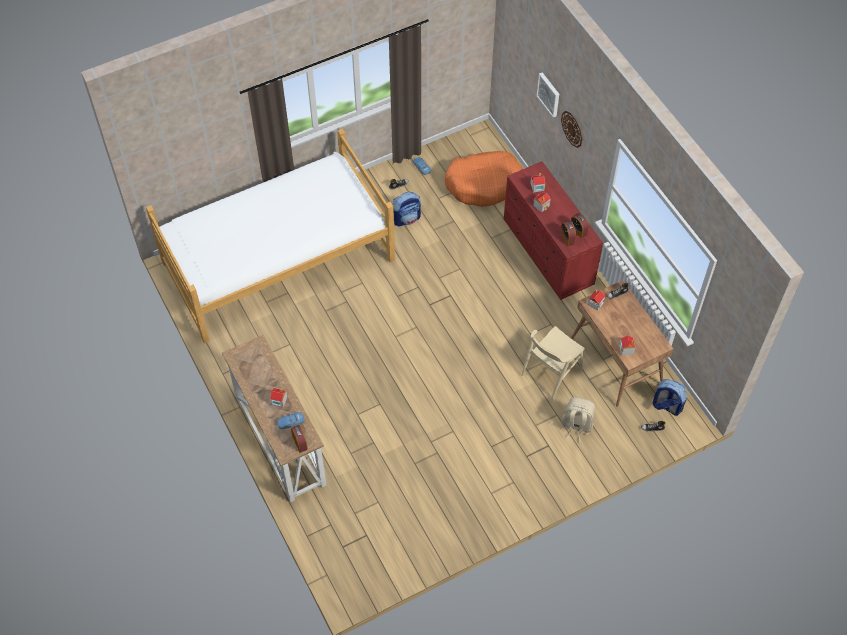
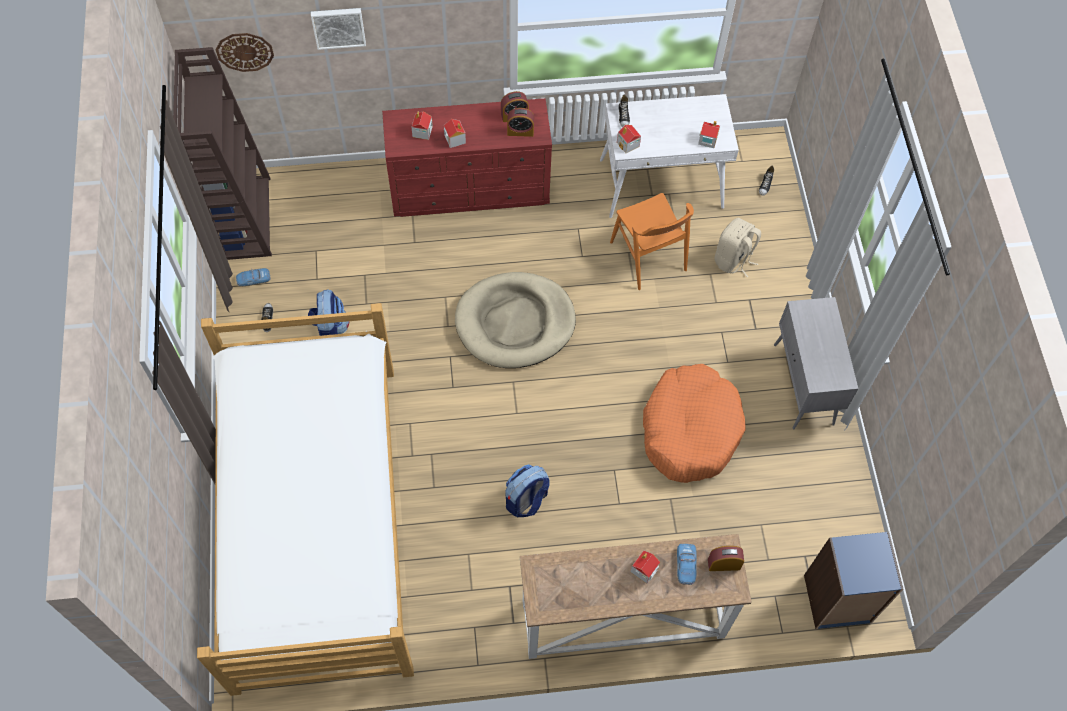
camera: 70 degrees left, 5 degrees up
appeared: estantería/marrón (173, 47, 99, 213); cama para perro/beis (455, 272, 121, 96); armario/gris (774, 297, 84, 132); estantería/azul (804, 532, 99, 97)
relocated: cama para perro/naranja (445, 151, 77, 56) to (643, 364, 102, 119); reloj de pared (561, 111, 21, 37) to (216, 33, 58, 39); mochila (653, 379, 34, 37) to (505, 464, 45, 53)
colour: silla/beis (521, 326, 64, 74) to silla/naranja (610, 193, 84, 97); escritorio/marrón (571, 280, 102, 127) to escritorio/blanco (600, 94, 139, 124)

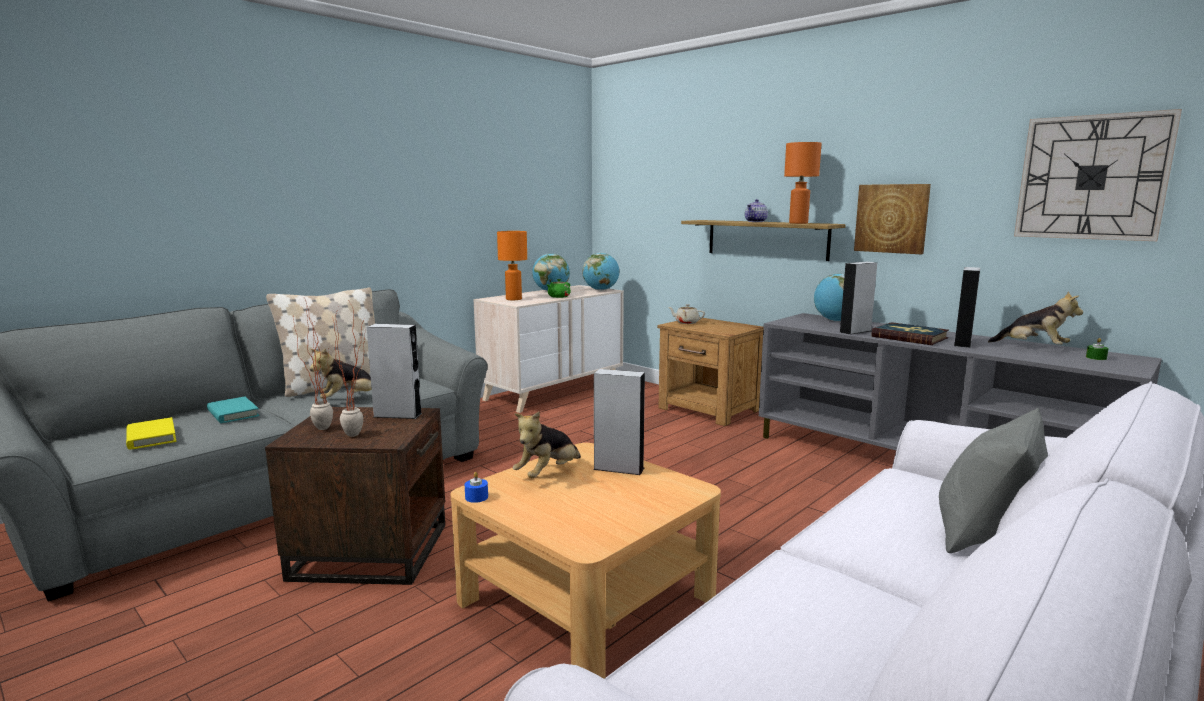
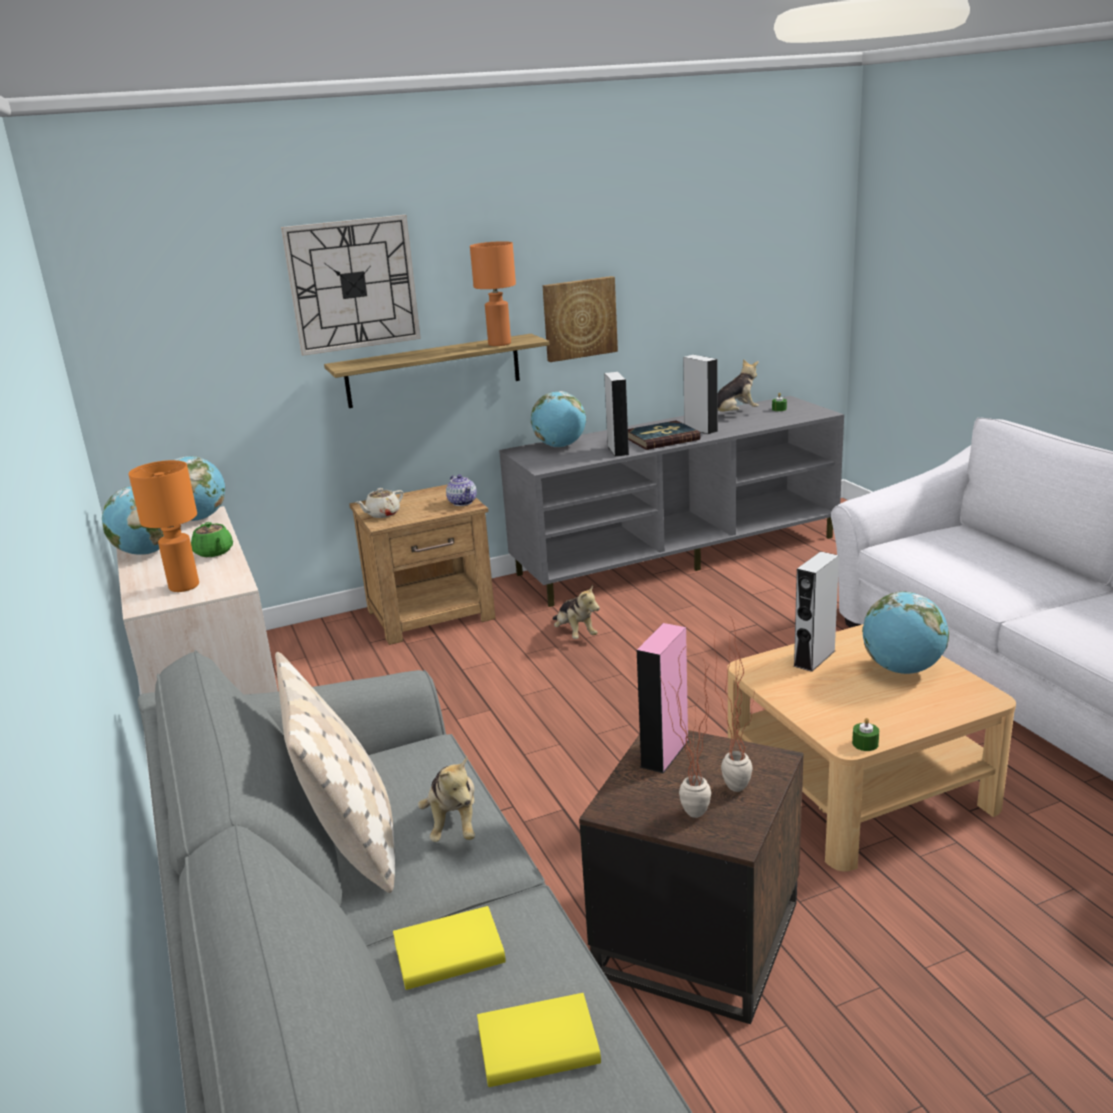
camera: 65 degrees left, 10 degrees up
missing: cojín/gris (939, 408, 109, 145)
appeared: globo terráqueo (862, 592, 87, 82)
relocated: peluche (513, 411, 68, 67) to (552, 585, 48, 54); tetera (745, 199, 23, 23) to (446, 475, 31, 31); reloj de pared (1014, 109, 168, 132) to (281, 215, 140, 141)
colour: libro/turquesa (207, 397, 53, 26) to libro/amarillo (393, 906, 113, 84); altavoz/gris (367, 324, 55, 95) to altavoz/rosa (637, 623, 52, 151); vela/azul (465, 472, 23, 31) to vela/verde (852, 718, 27, 33)

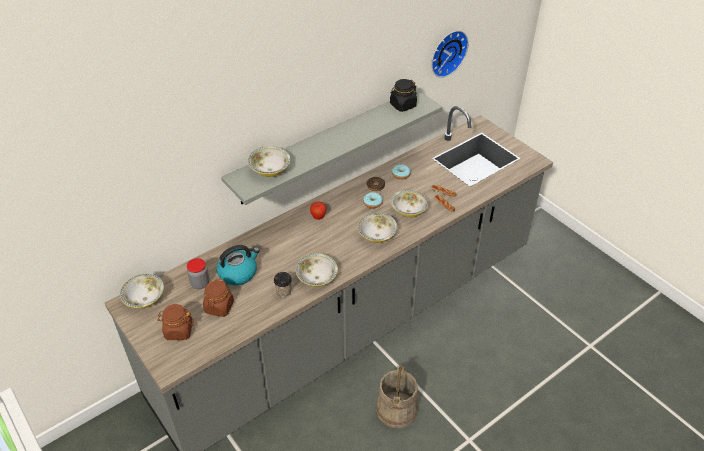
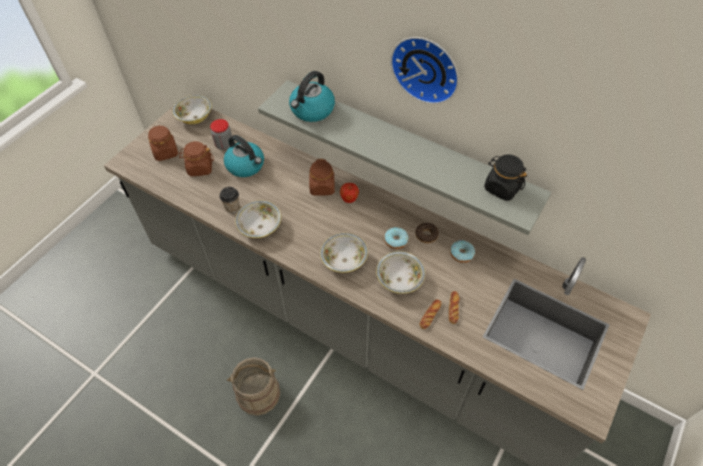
camera: 70 degrees right, 10 degrees up
appeared: tarro/marrón (309, 159, 26, 37)
relocated: reloj de pared (431, 30, 38, 48) to (390, 37, 69, 67)
exchanged: cuenco (248, 146, 42, 31) to hervidor (289, 71, 46, 51)

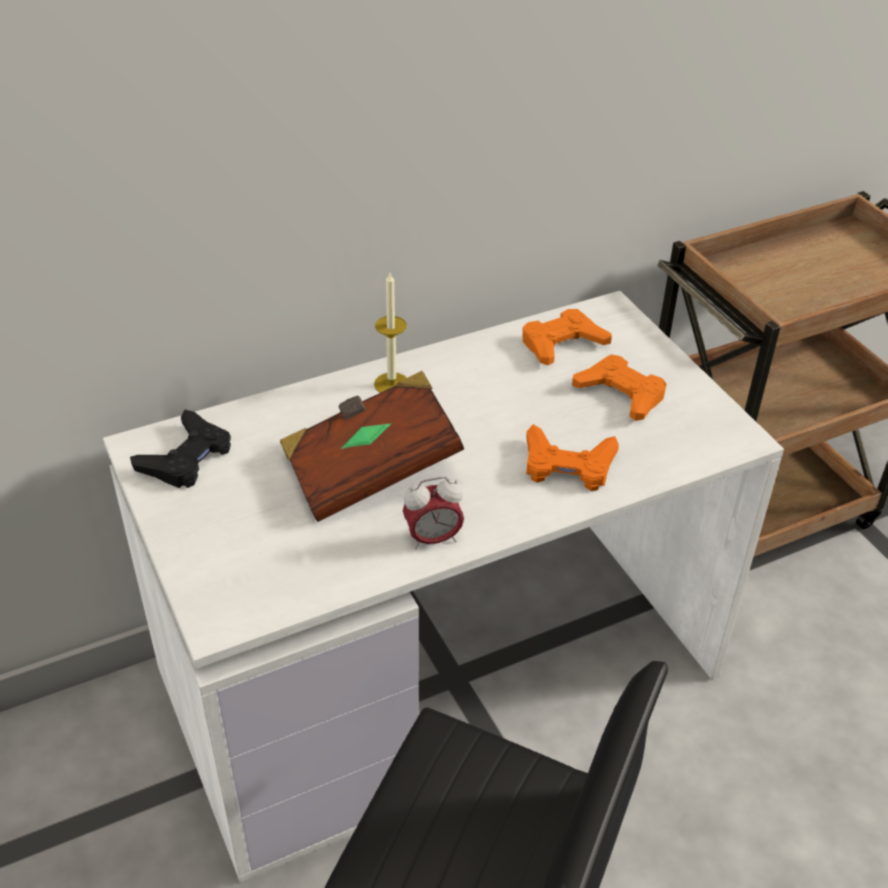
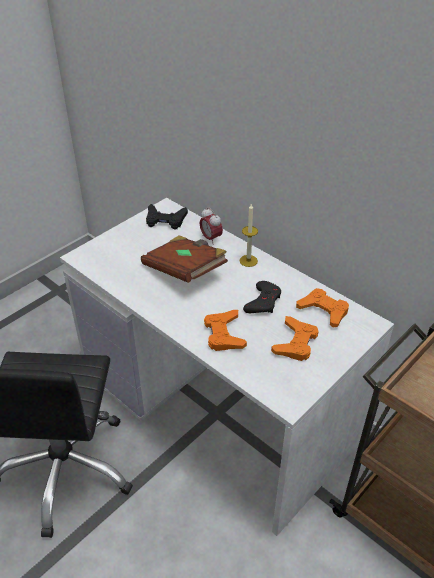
camera: 70 degrees right, 0 degrees up
appeared: mando de consola/negro (243, 281, 38, 32)
relocated: despertador (403, 477, 61, 73) to (200, 207, 23, 36)

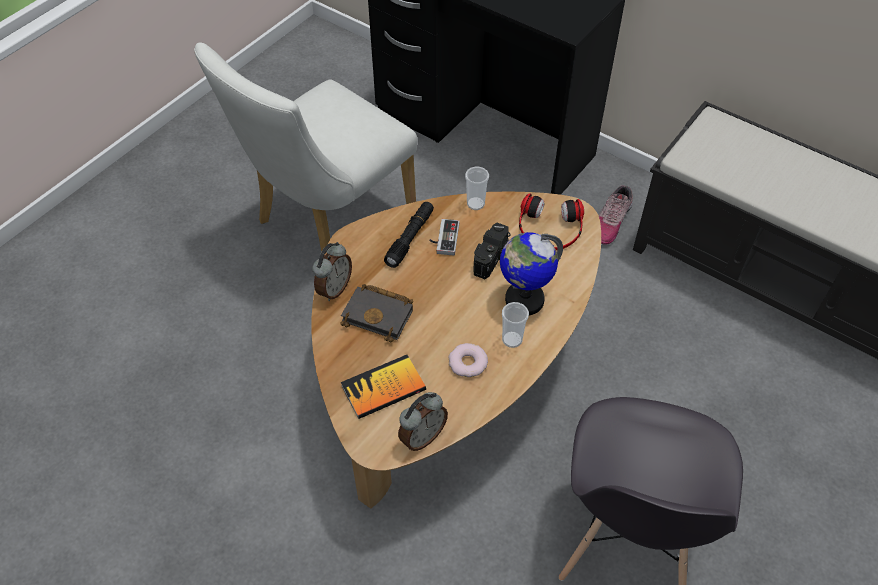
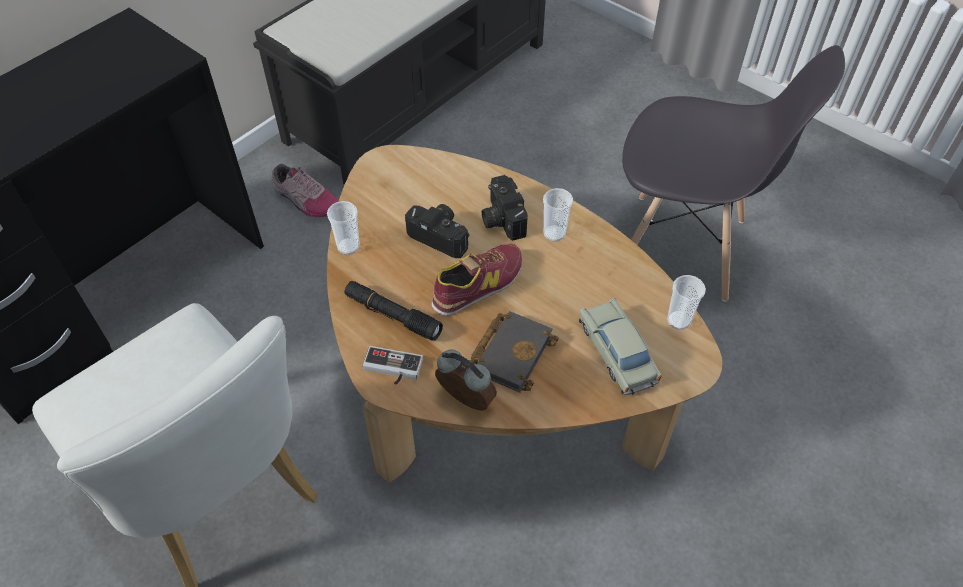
camera: 85 degrees left, 0 degrees up
missing: rosquilla (449, 343, 39, 34); auriculares (519, 193, 65, 57)
appeared: zapato (431, 244, 91, 73)
relocated: mando de consola (429, 219, 30, 37) to (363, 346, 60, 39)
exchanged: libro (341, 355, 85, 64) to coche de juguete/beis (579, 298, 83, 97); despertador (398, 392, 50, 59) to taza (667, 275, 39, 55); globo terráqueo (500, 232, 63, 83) to cámara (482, 175, 46, 66)

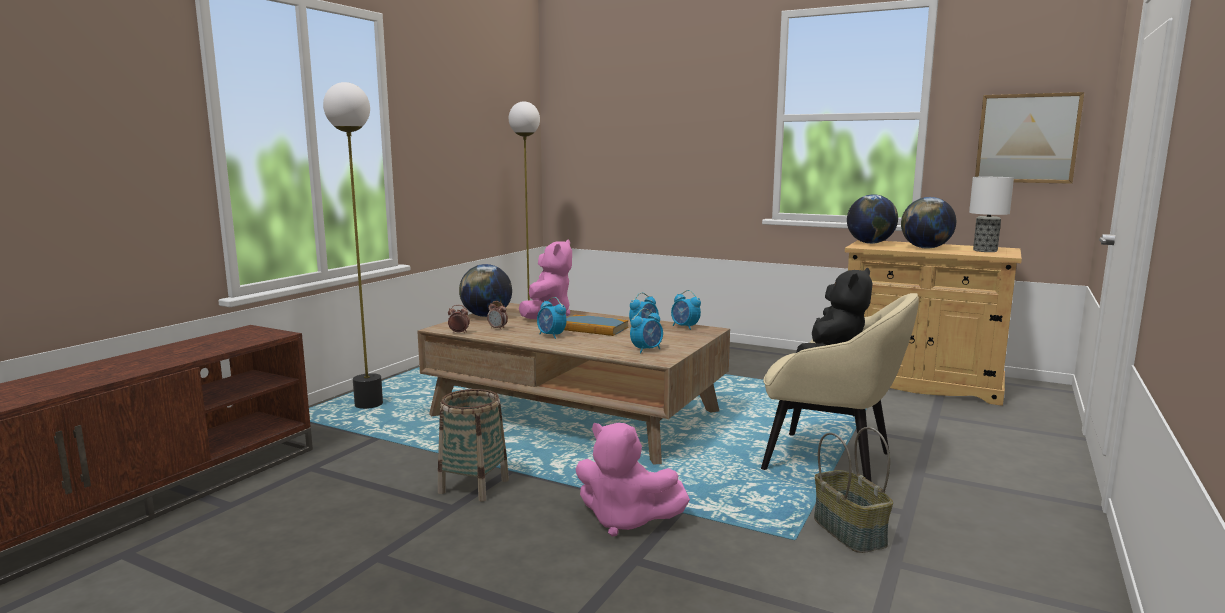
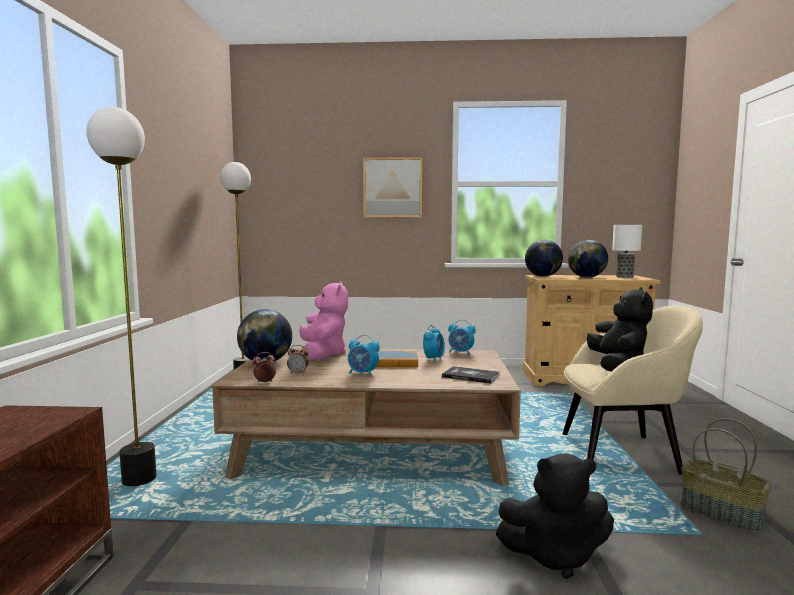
camera: 25 degrees left, 5 degrees down
missing: cesta (438, 389, 71, 113)
relocated: cuadro (975, 92, 109, 92) to (363, 157, 59, 61)
exchanged: despertador (630, 308, 33, 45) to libro (442, 366, 58, 18)
colour: peluche/rosa (576, 423, 114, 114) to peluche/negro (496, 453, 118, 126)

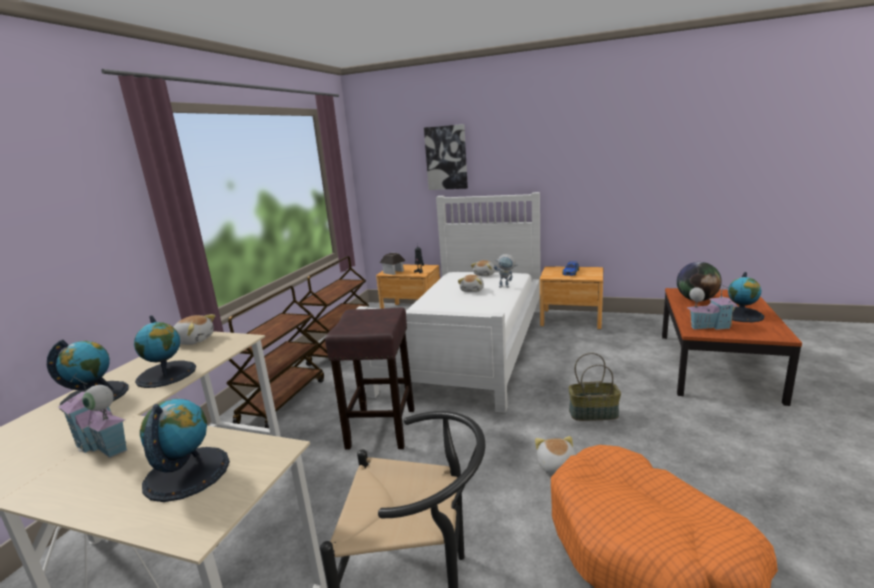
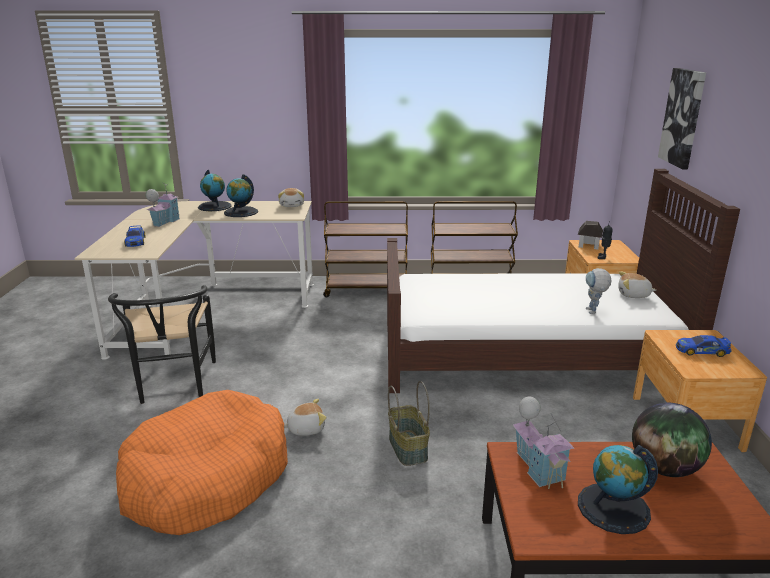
camera: 70 degrees right, 5 degrees up
missing: taburete/marrón (325, 308, 89, 141); peluche (458, 275, 26, 17)
exchanged: globo terráqueo (140, 399, 90, 103) to coche de juguete (124, 225, 21, 22)
colour: cama/blanco (356, 192, 185, 221) to cama/marrón (387, 169, 353, 224)

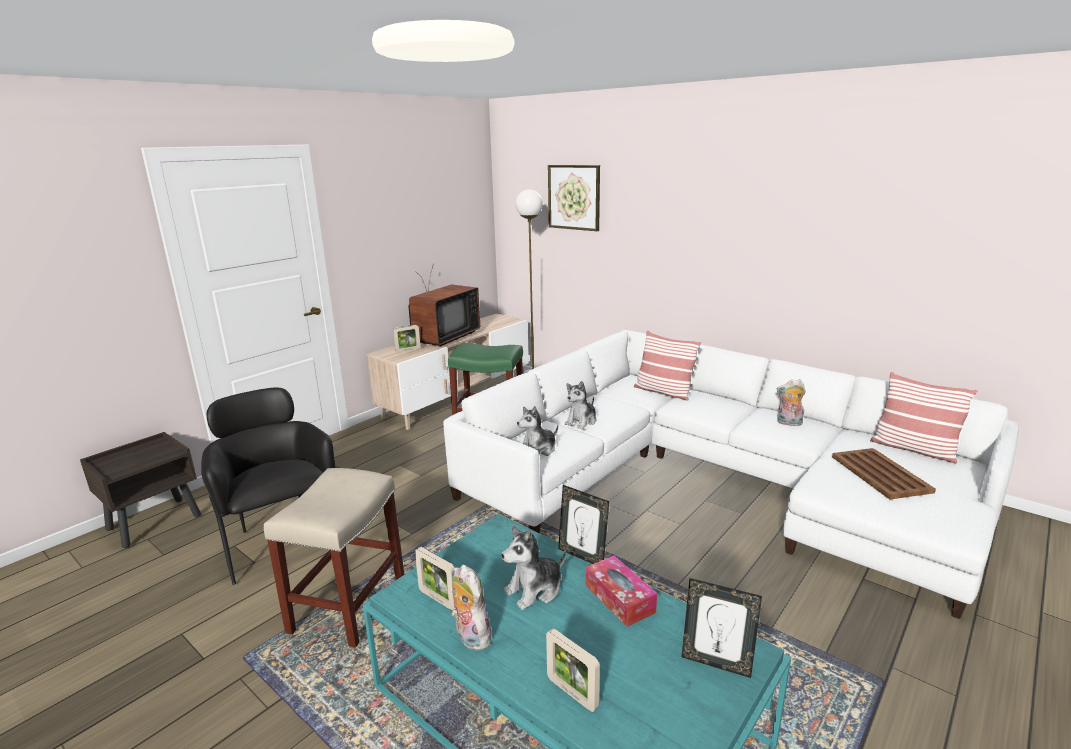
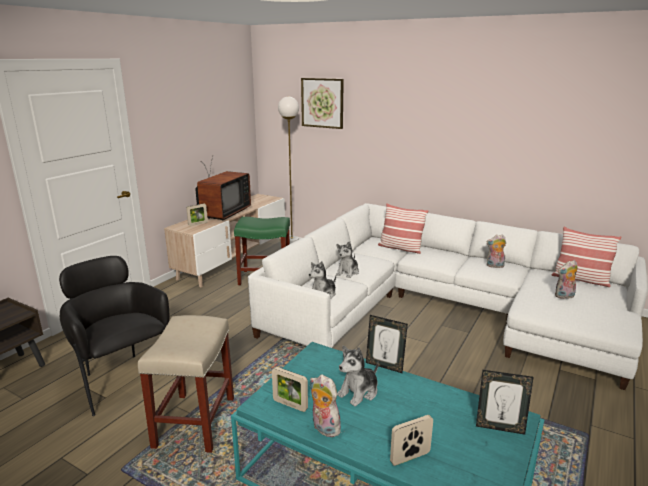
camera: 10 degrees left, 0 degrees up
missing: caja de pañuelos (586, 556, 71, 71)
exchanged: bandeja/marrón (832, 448, 104, 52) to peluche (555, 260, 23, 39)
spun: portarretratos (546, 628, 54, 84) = (390, 415, 43, 51) 120 degrees clockwise

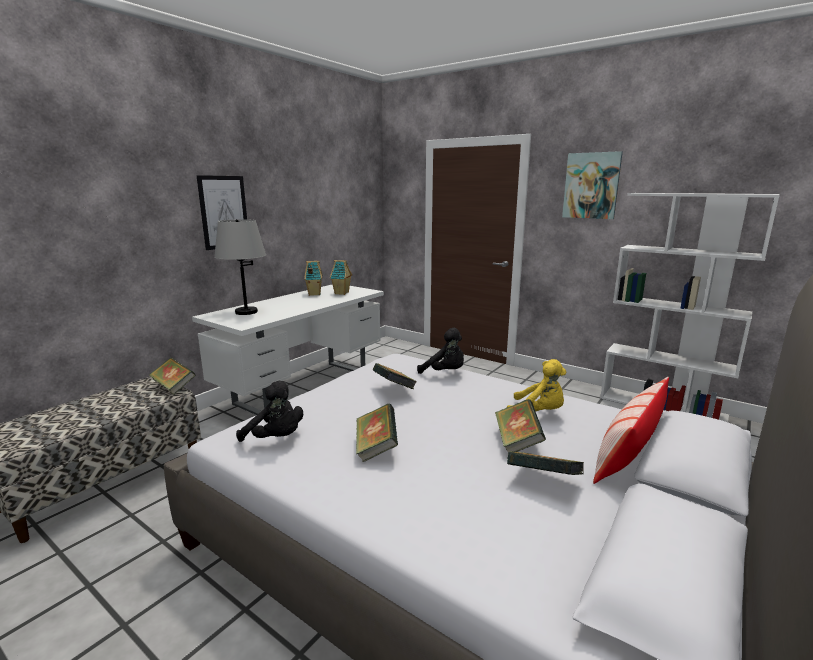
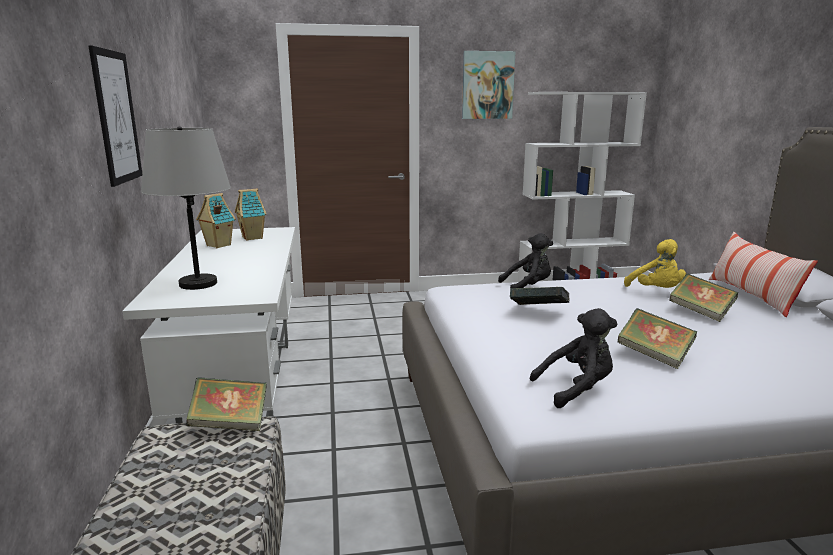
camera: 45 degrees left, 0 degrees up
missing: libro (507, 451, 77, 24)
spun: peluche/amarillo (507, 359, 60, 52) = (624, 239, 62, 49) 90 degrees clockwise

